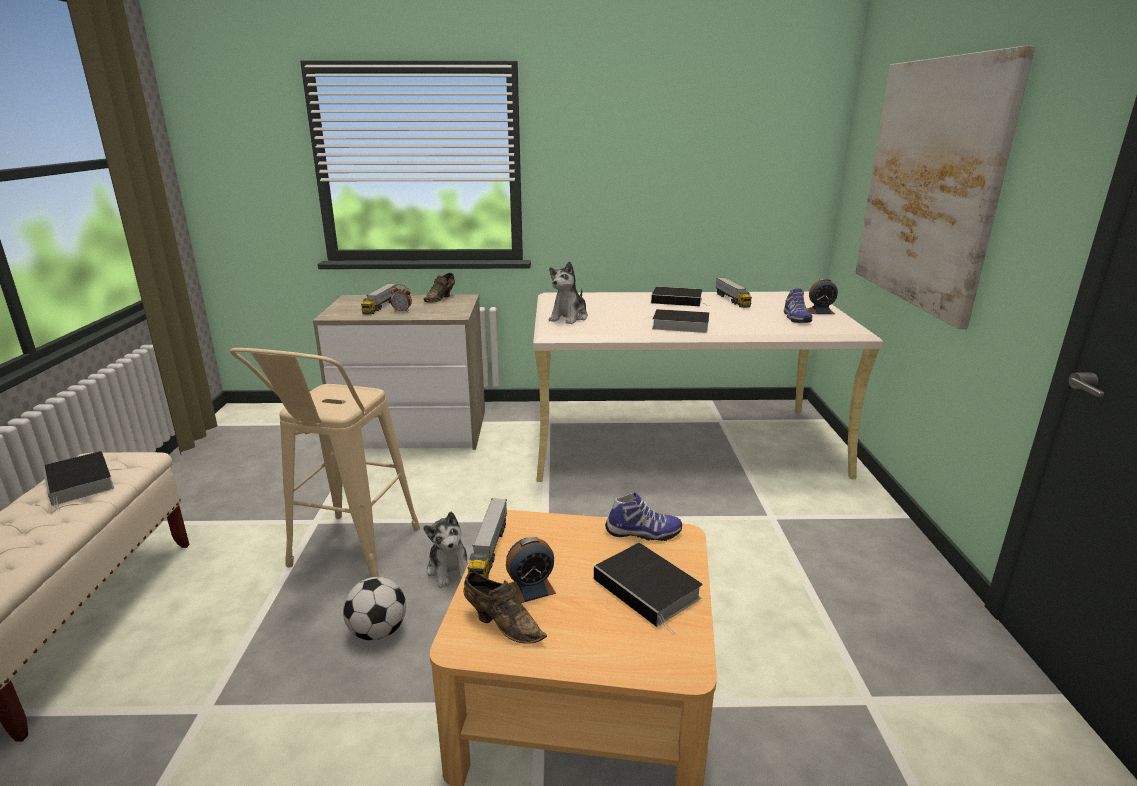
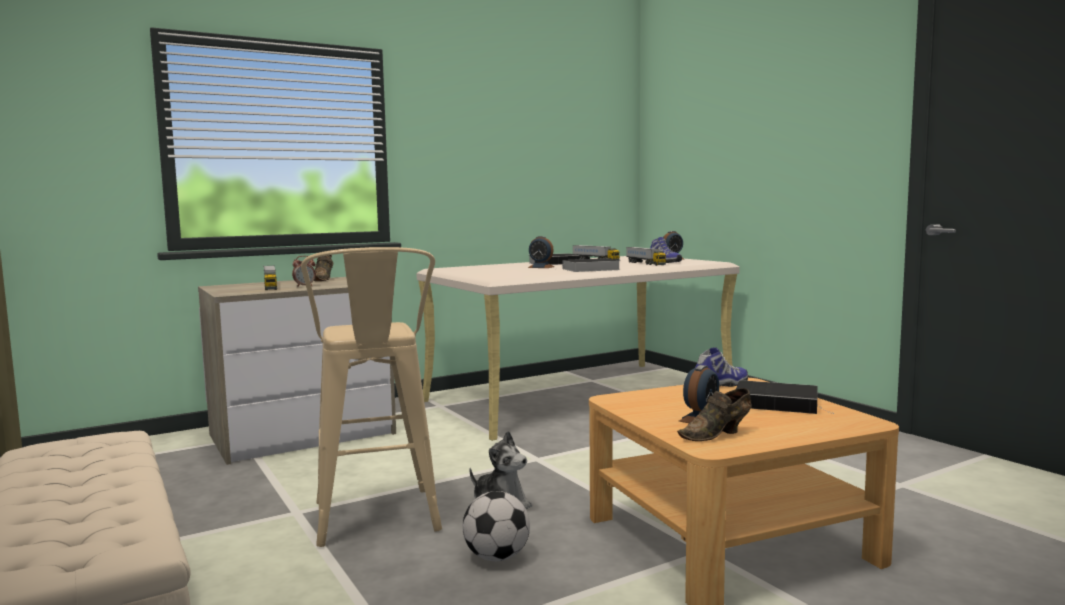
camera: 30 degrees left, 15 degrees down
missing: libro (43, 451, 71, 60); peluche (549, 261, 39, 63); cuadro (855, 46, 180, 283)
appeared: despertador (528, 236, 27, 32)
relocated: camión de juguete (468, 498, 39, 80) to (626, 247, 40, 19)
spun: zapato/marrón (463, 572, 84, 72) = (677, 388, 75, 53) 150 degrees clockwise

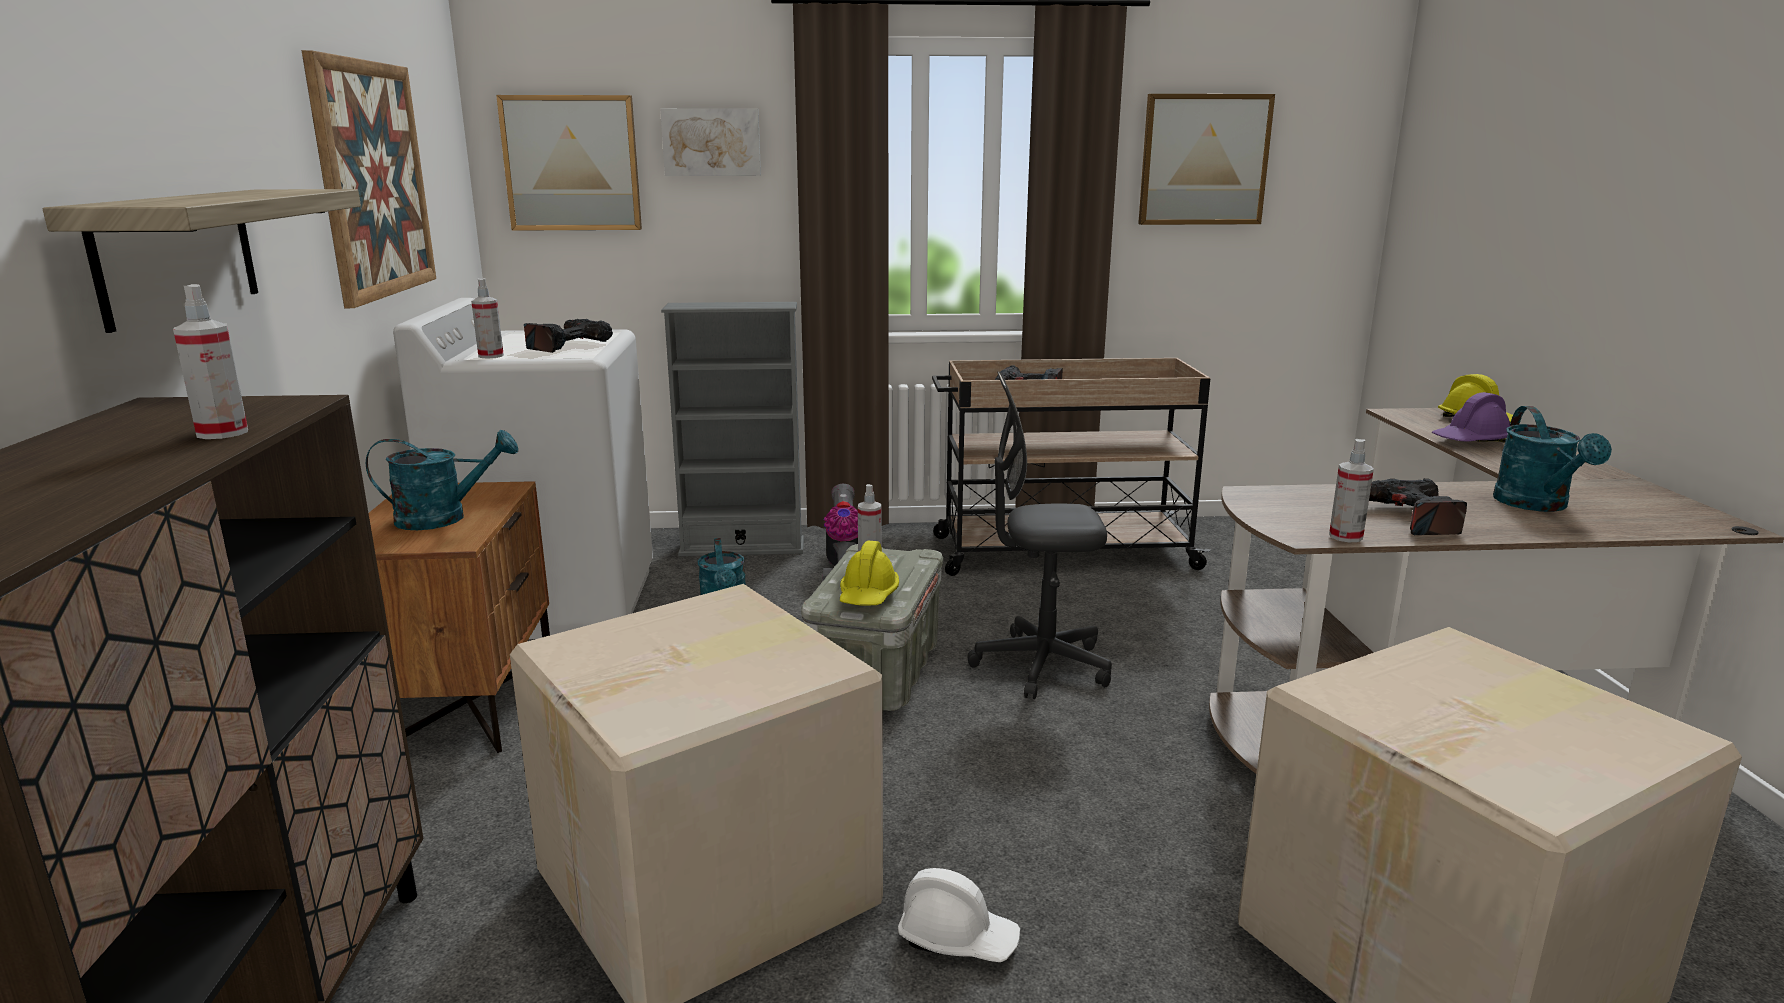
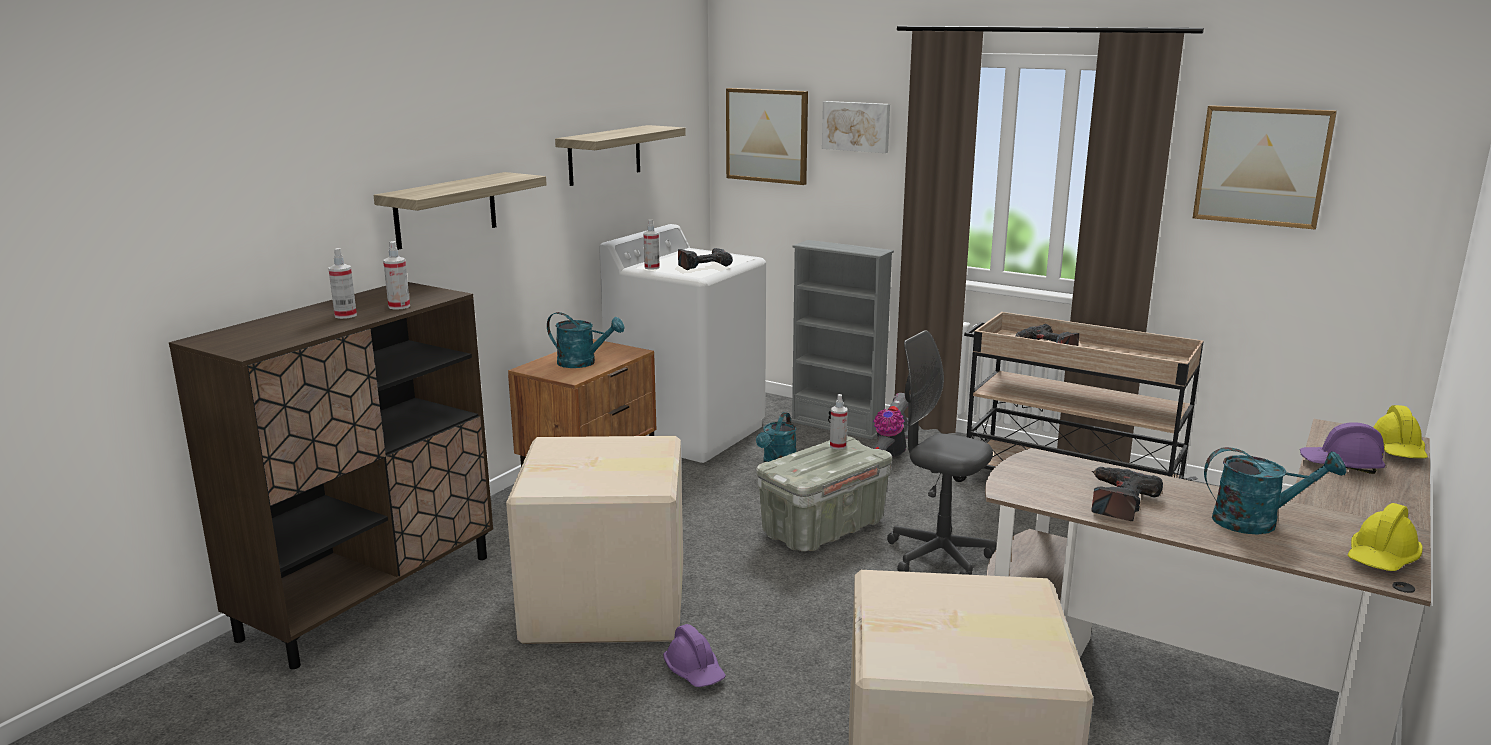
camera: 35 degrees right, 0 degrees up
relocated: casco/amarillo (840, 541, 59, 65) to (1348, 503, 75, 68); pulverizador (1329, 439, 45, 103) to (328, 248, 29, 71)
exchanged: cuadro (302, 50, 134, 258) to estante (555, 125, 131, 61)
colour: casco/blanco (898, 868, 122, 94) to casco/morado (663, 624, 63, 63)
spun: regadera/turquesa (1493, 406, 119, 106) = (1204, 447, 142, 88) 120 degrees counterclockwise

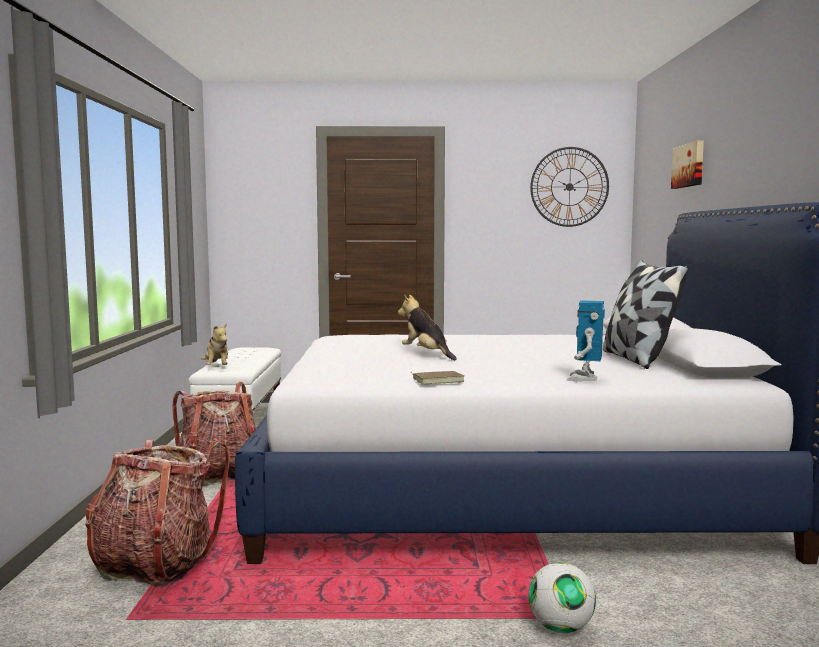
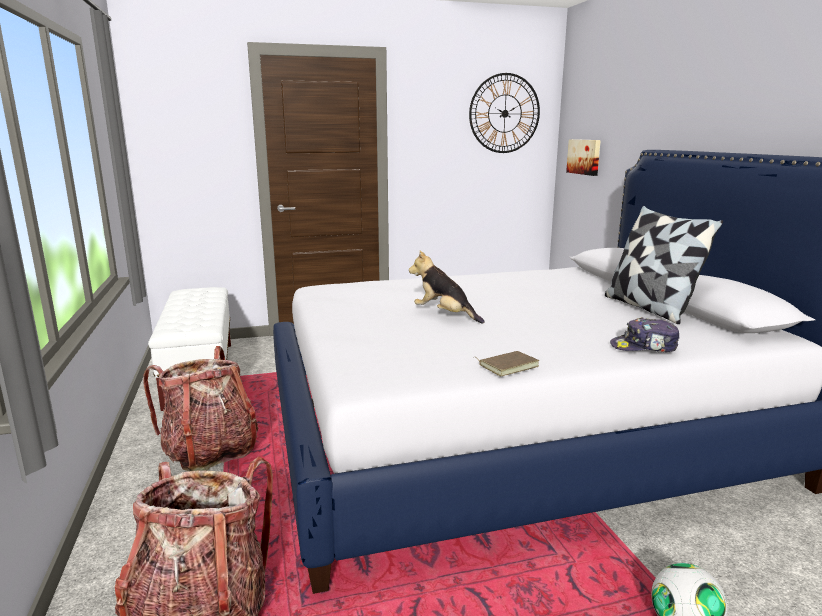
camera: 15 degrees left, 10 degrees up
missing: peluche (201, 323, 27, 42)
relocated: cuadro (671, 141, 33, 48) to (566, 139, 35, 37)
exchanged: robot de juguete (567, 300, 38, 81) to gorra (610, 317, 69, 35)

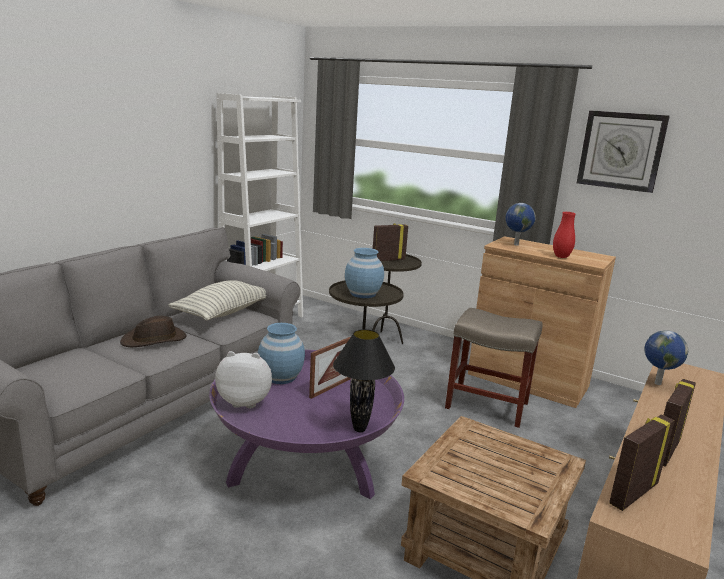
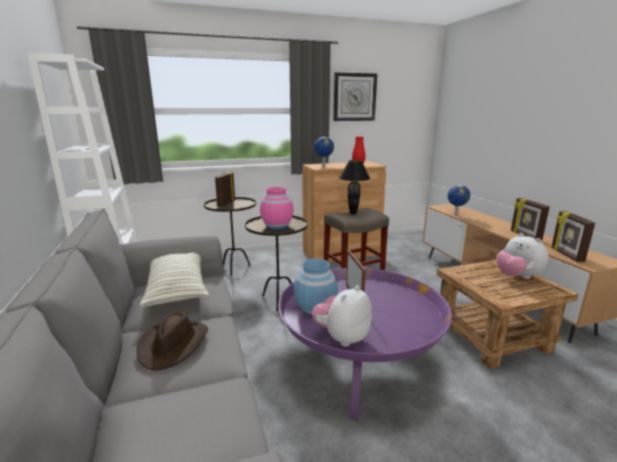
camera: 50 degrees left, 0 degrees up
appeared: peluche (496, 233, 53, 46)
relocated: lámpara de mesa/negro (333, 329, 62, 103) to (339, 160, 31, 54)
colour: florero/azul (345, 248, 39, 50) to florero/rosa (260, 187, 34, 43)

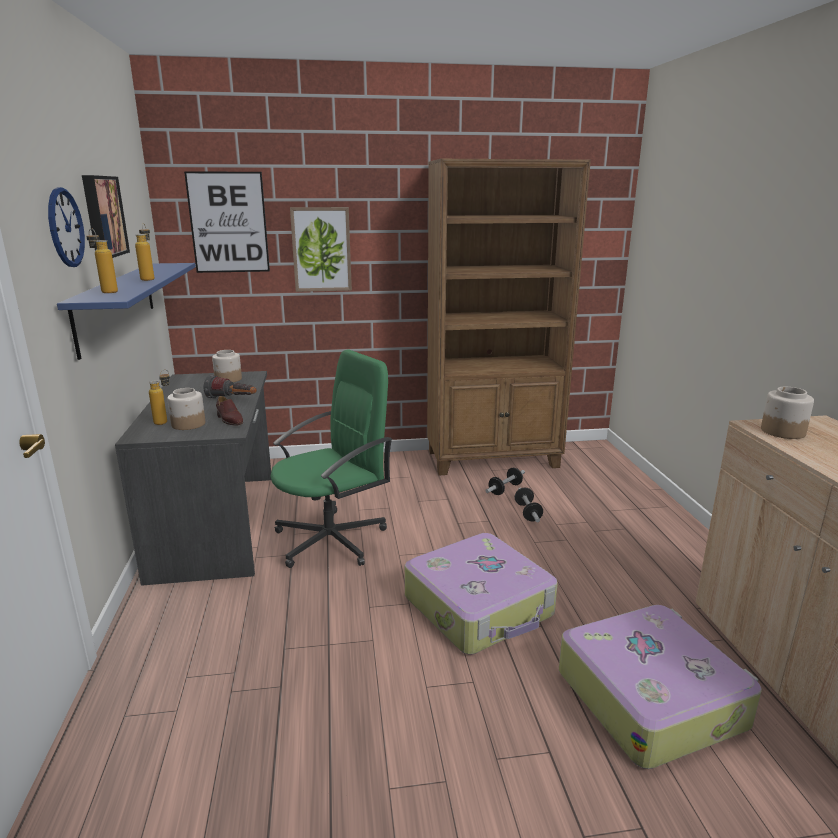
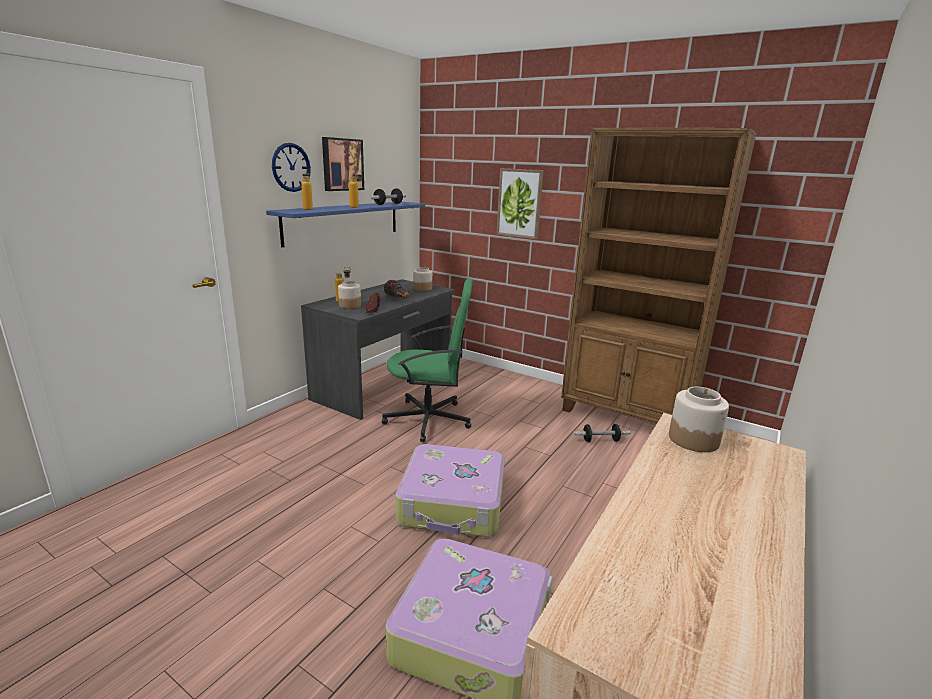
camera: 40 degrees right, 0 degrees up
missing: cuadro (184, 171, 86, 102)
relocated: mancuerna (515, 487, 28, 35) to (370, 188, 36, 17)

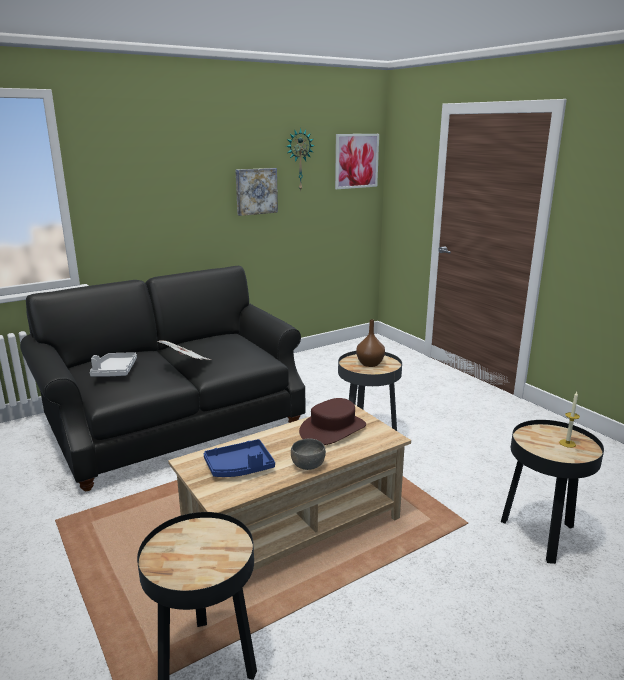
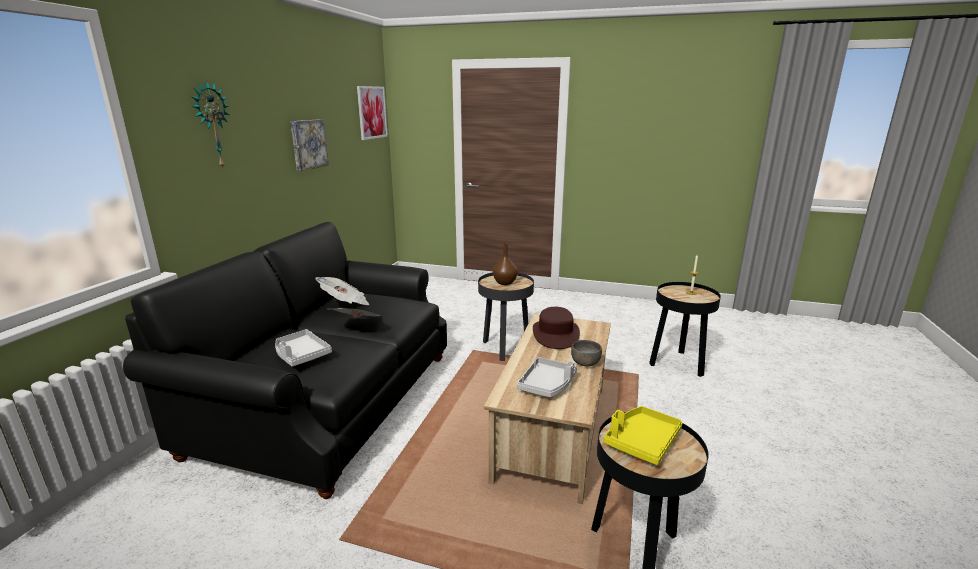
camera: 40 degrees left, 0 degrees up
appeared: periódico (315, 277, 54, 28); bandeja/amarillo (604, 406, 78, 59)
relocated: reloj de pared (286, 128, 28, 62) to (191, 81, 38, 87)
colour: bandeja/azul (204, 439, 71, 38) to bandeja/gris (517, 357, 60, 40)

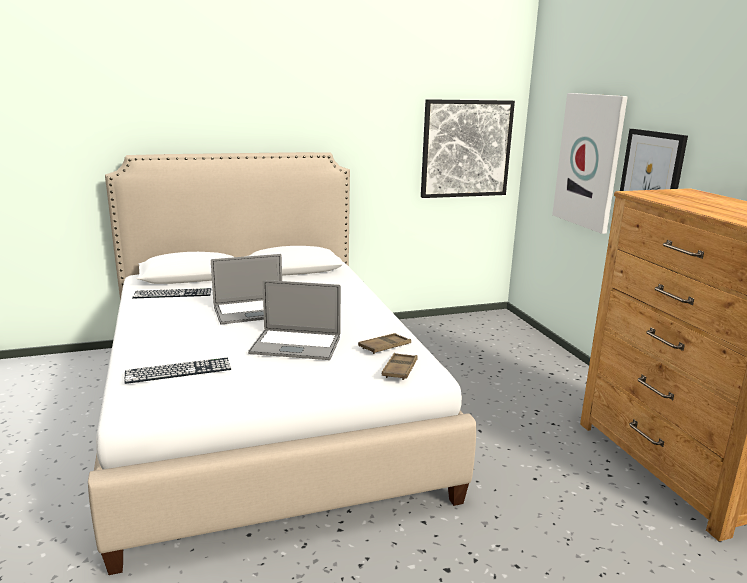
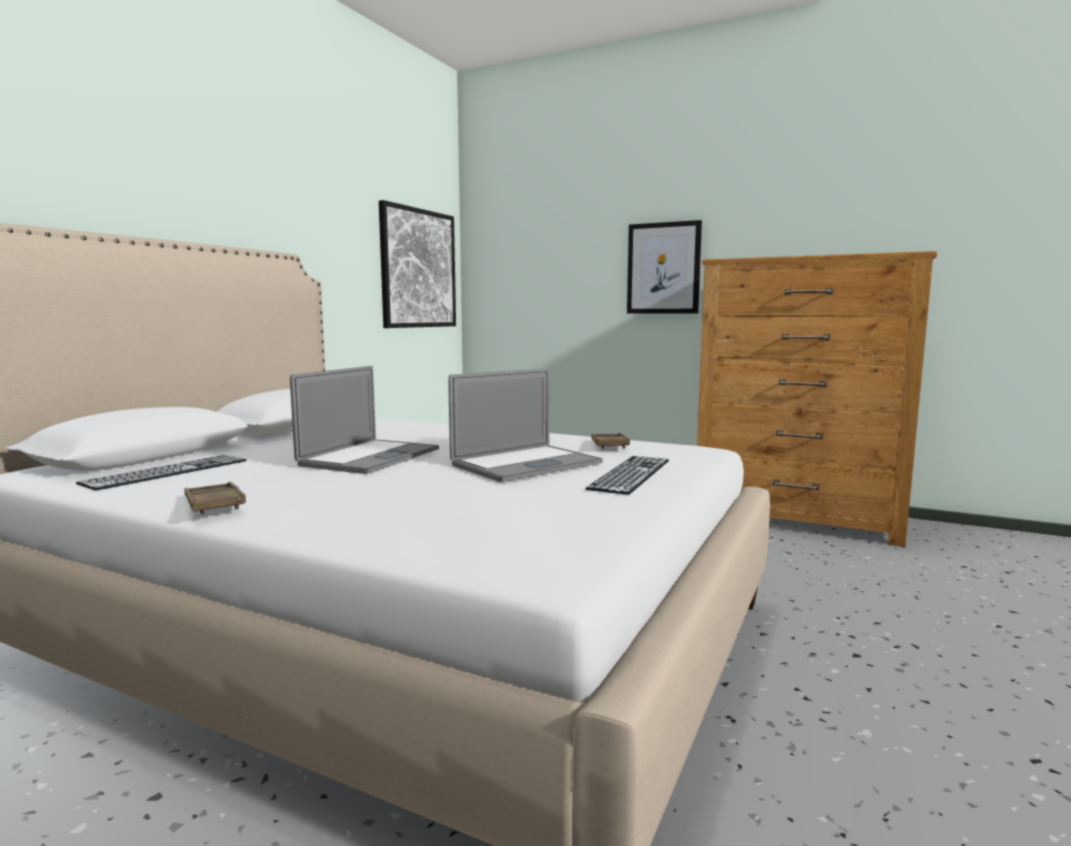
camera: 45 degrees left, 10 degrees down
missing: cuadro (552, 93, 76, 141)
relocated: teclado (124, 358, 107, 26) to (586, 456, 83, 39); bandeja/marrón (382, 353, 35, 27) to (185, 482, 61, 32)

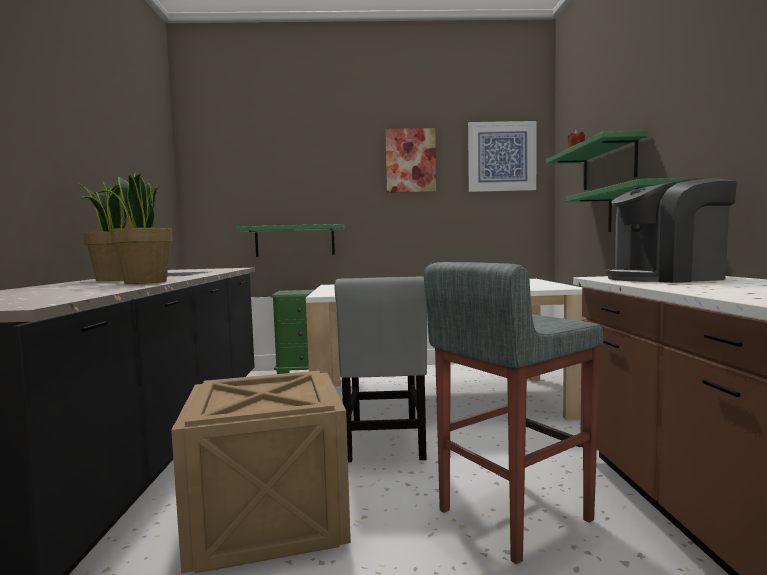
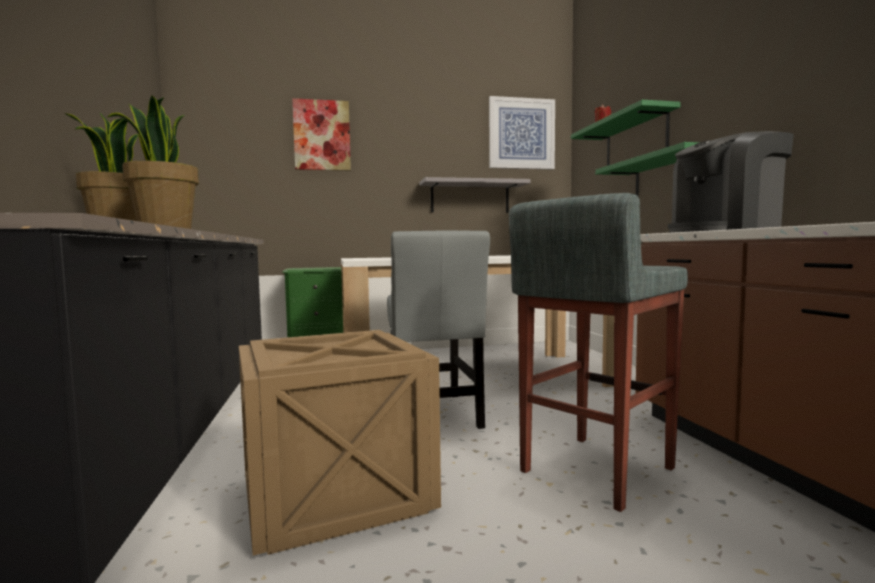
camera: 10 degrees left, 0 degrees up
missing: estante/verde (235, 224, 110, 33)
appeared: estante/gris (419, 177, 112, 36)
relocated: cuadro (385, 128, 51, 65) to (292, 98, 59, 73)

